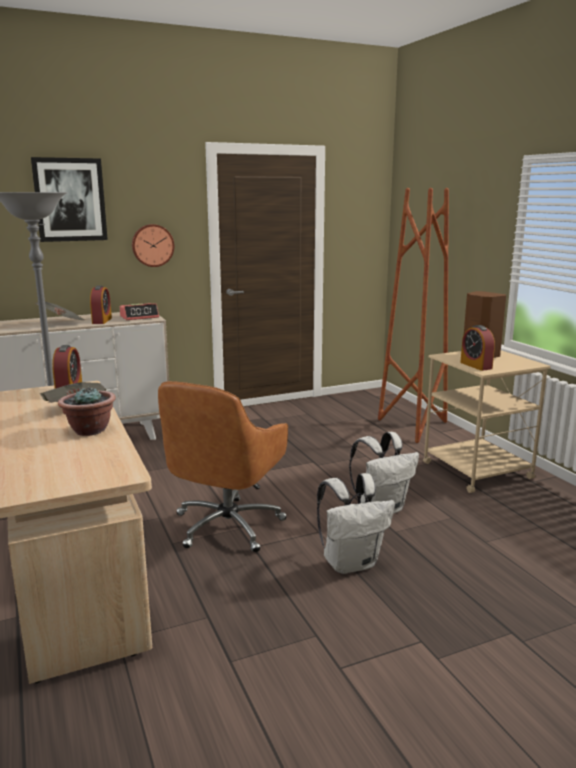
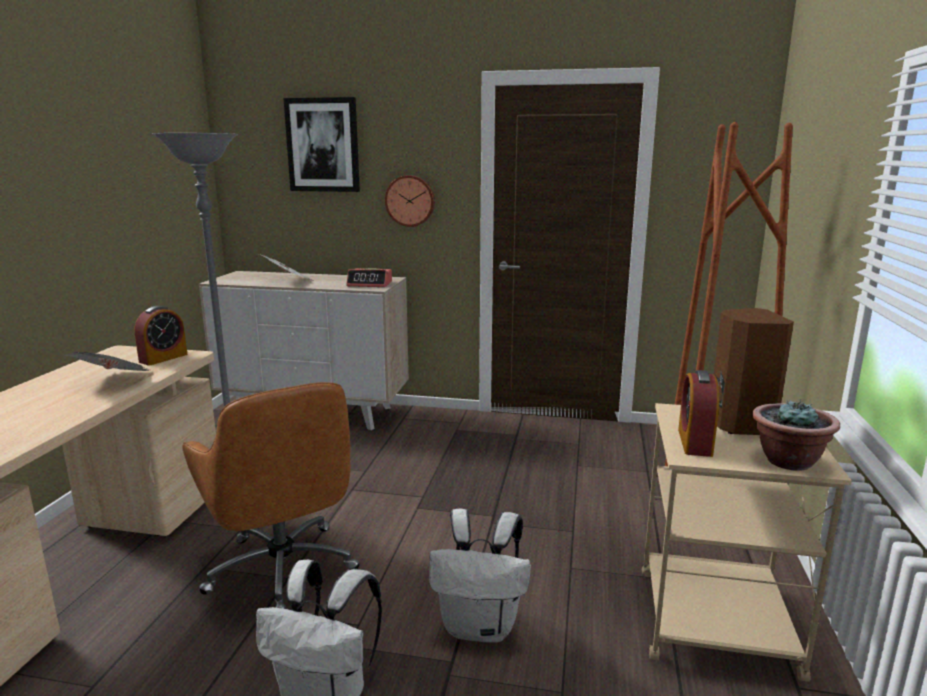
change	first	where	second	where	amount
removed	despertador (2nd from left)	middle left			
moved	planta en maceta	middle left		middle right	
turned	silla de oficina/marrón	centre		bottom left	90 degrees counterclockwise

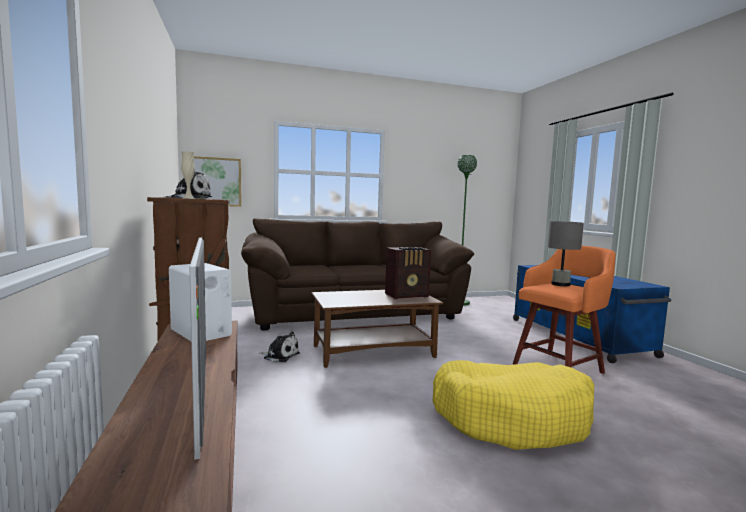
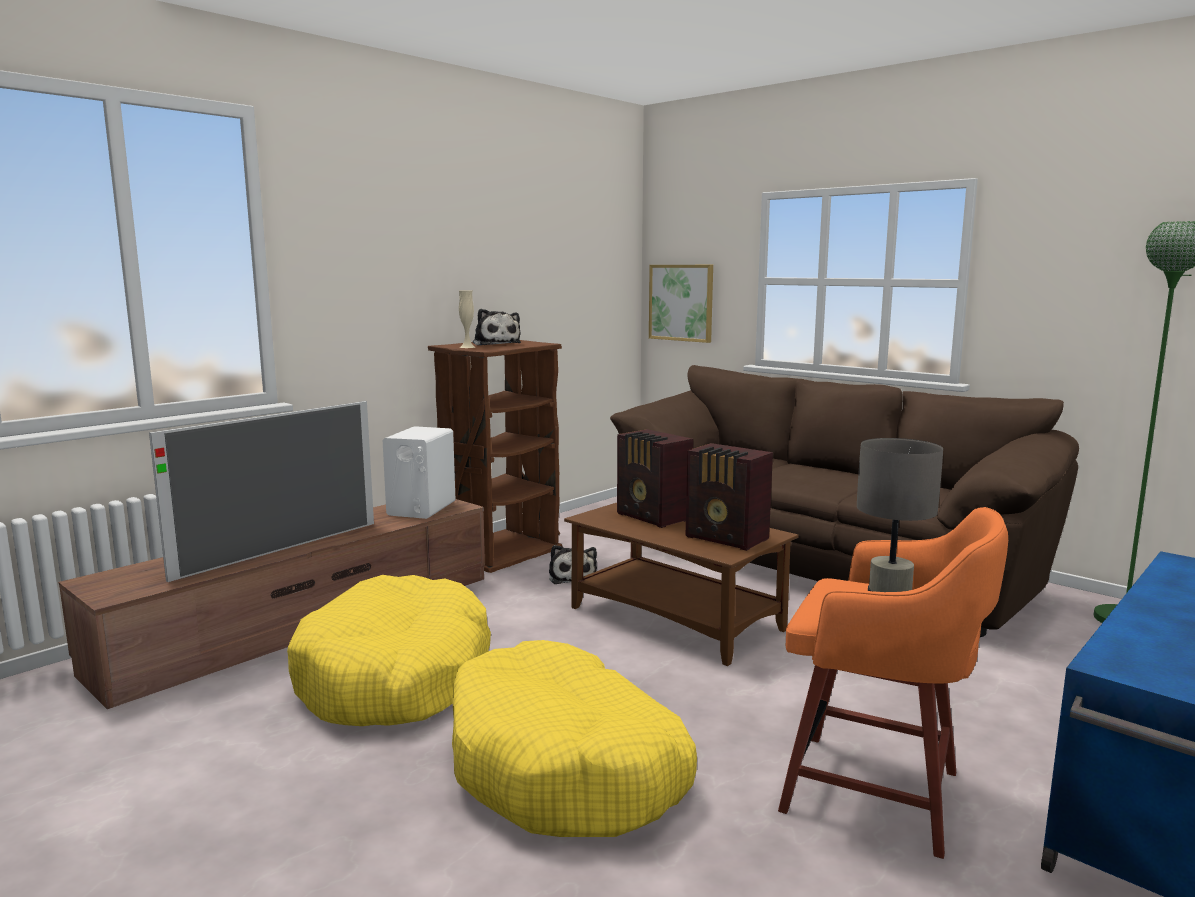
change	first	where	second	where	amount
added			cama para perro/amarillo (1st from left)	bottom left	
added			radio (1st from left)	centre	

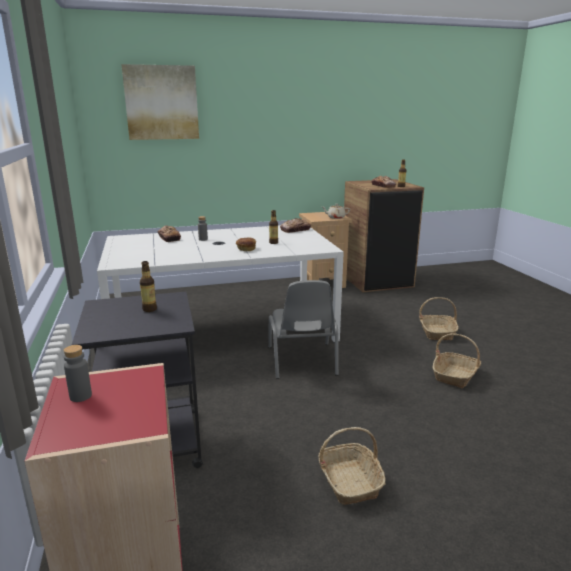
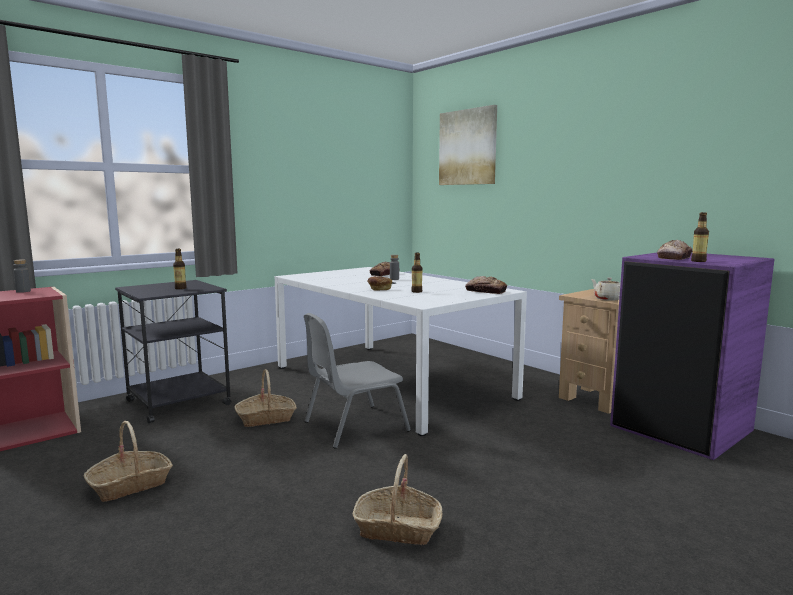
change	first	where	second	where	amount
moved	cesta (2nd from left)	middle right		bottom centre	
recoloured	armario/marrón	middle right	armario/morado	middle right	

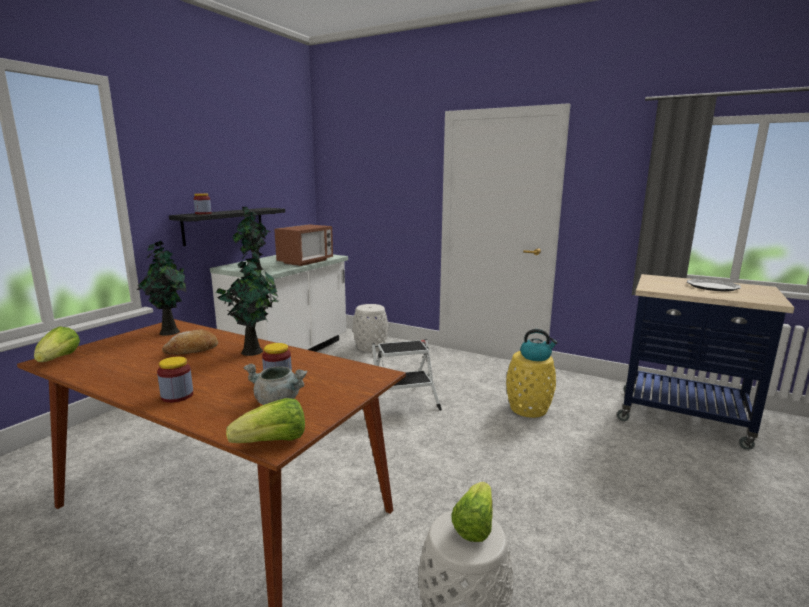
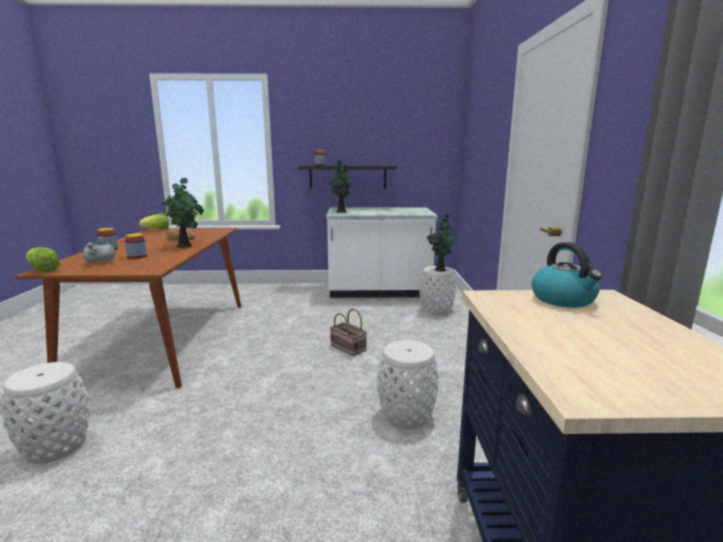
change	first	where	second	where	amount
removed	microondas	centre			
removed	lechuga (3rd from left)	bottom centre			
removed	plato	middle right			
moved	planta en maceta (1st from left in the first image)	middle left	planta en maceta (3rd from left)	centre	
moved	hervidor	centre		middle right	
replaced	escalera de tijera	centre	cesta	centre	
recoloured	taburete/amarillo	centre	taburete/blanco (2nd from left)	bottom centre	

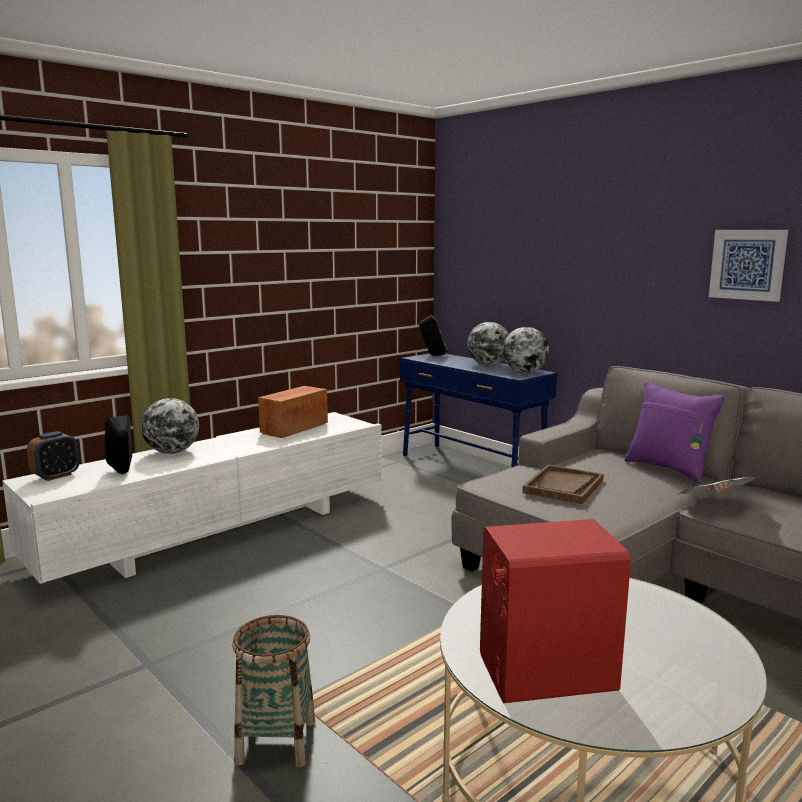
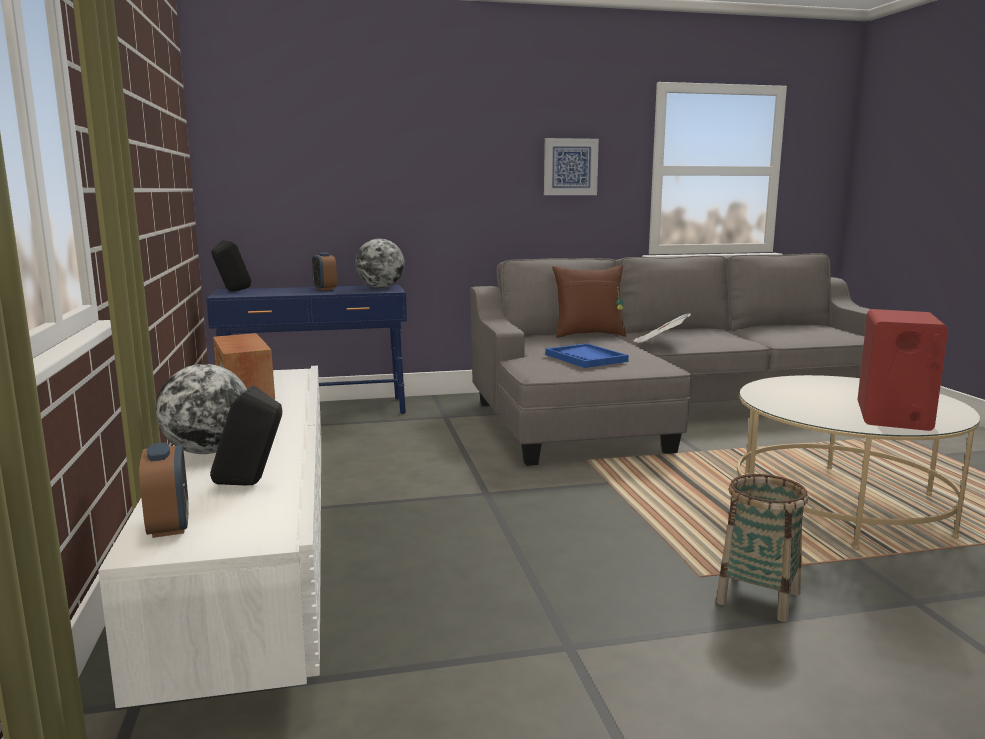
change	first	where	second	where	amount
replaced	globo terráqueo (2nd from left)	centre	despertador (2nd from left)	middle left	
recoloured	bandeja/marrón	middle right	bandeja/azul	centre	
recoloured	cojín/morado	middle right	cojín/marrón	centre	

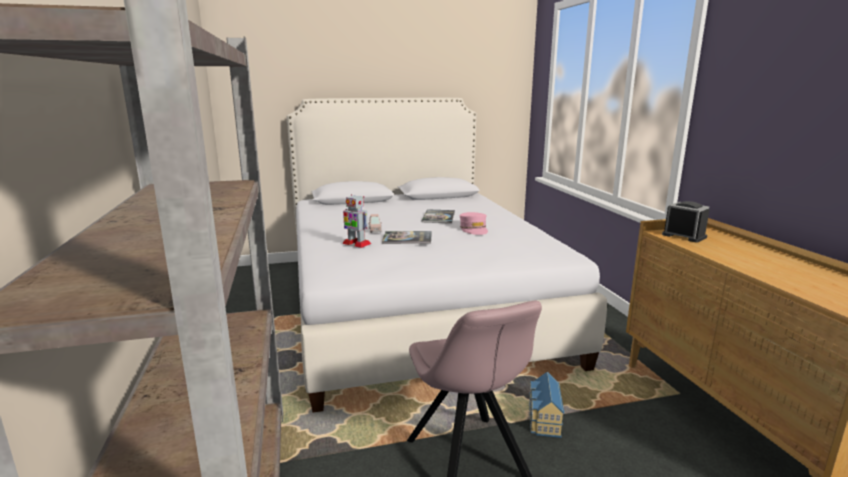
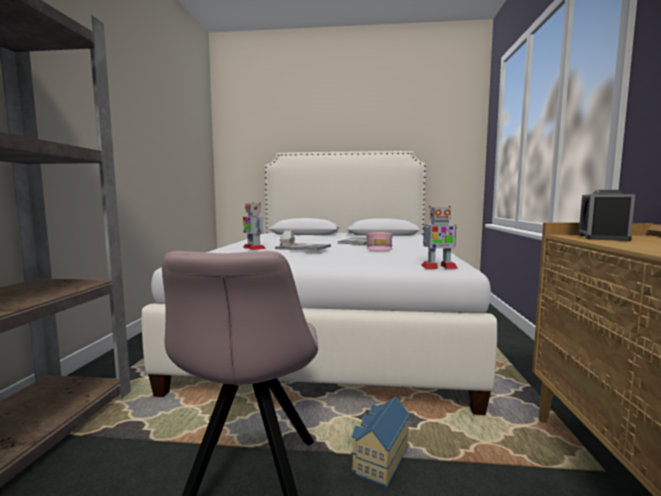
change	first	where	second	where	amount
added			robot de juguete (2nd from left)	centre	
turned	despertador	middle right		middle right	135 degrees counterclockwise

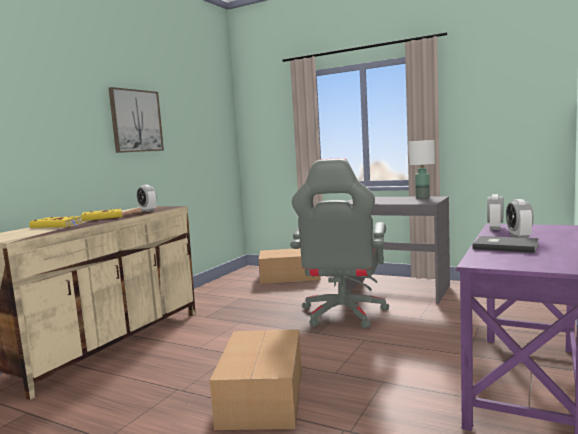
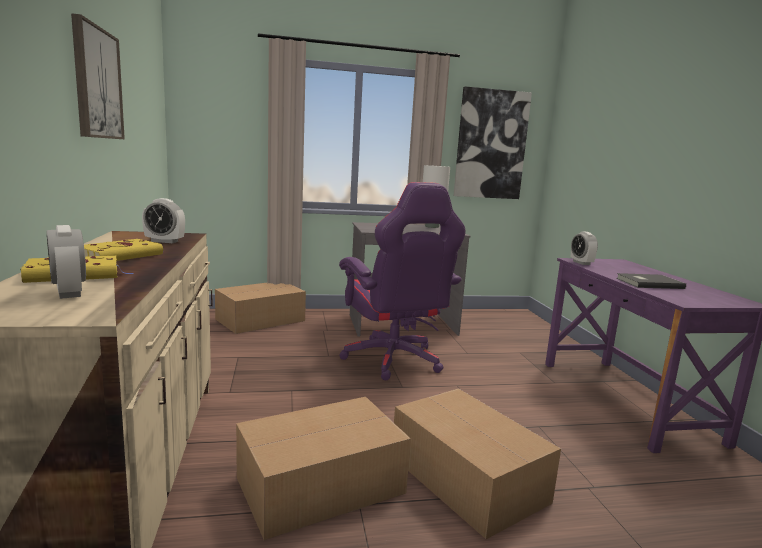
change	first	where	second	where	amount
added			caja de cartón (2nd from left)	bottom centre	
added			cuadro (2nd from left)	top centre	
moved	despertador (3rd from left in the first image)	middle right	despertador (1st from left)	middle left	
recoloured	silla de oficina/gris	centre	silla de oficina/morado	centre	

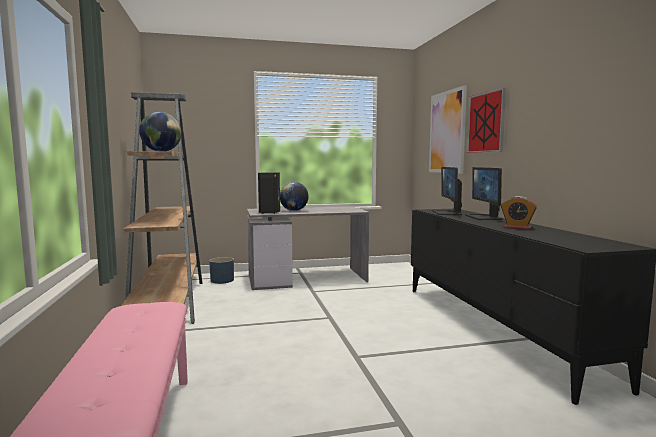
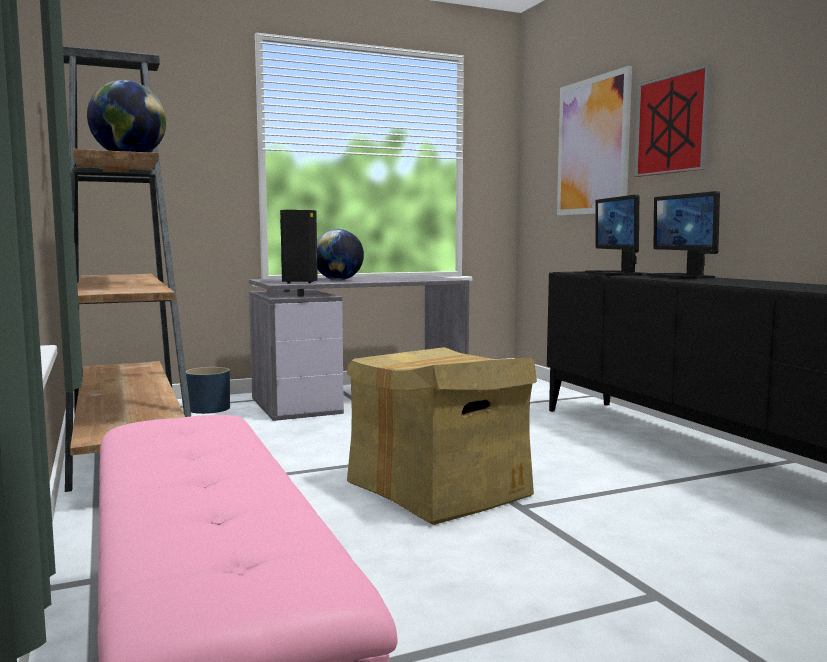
change	first	where	second	where	amount
removed	despertador	middle right			
added			caja de cartón	centre	

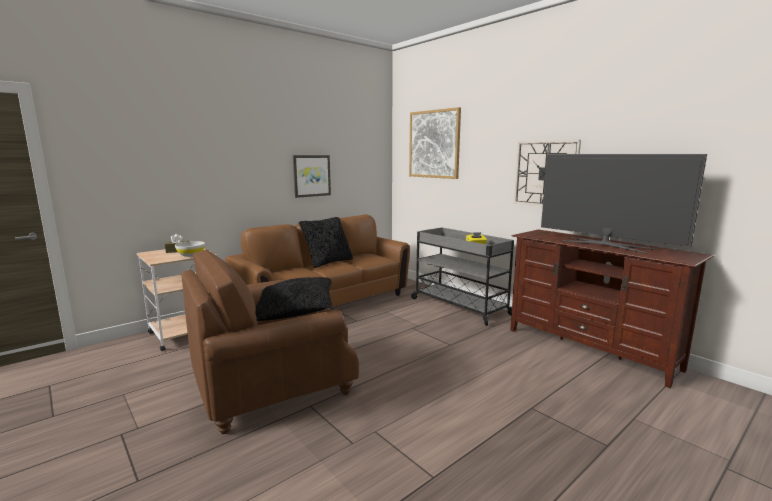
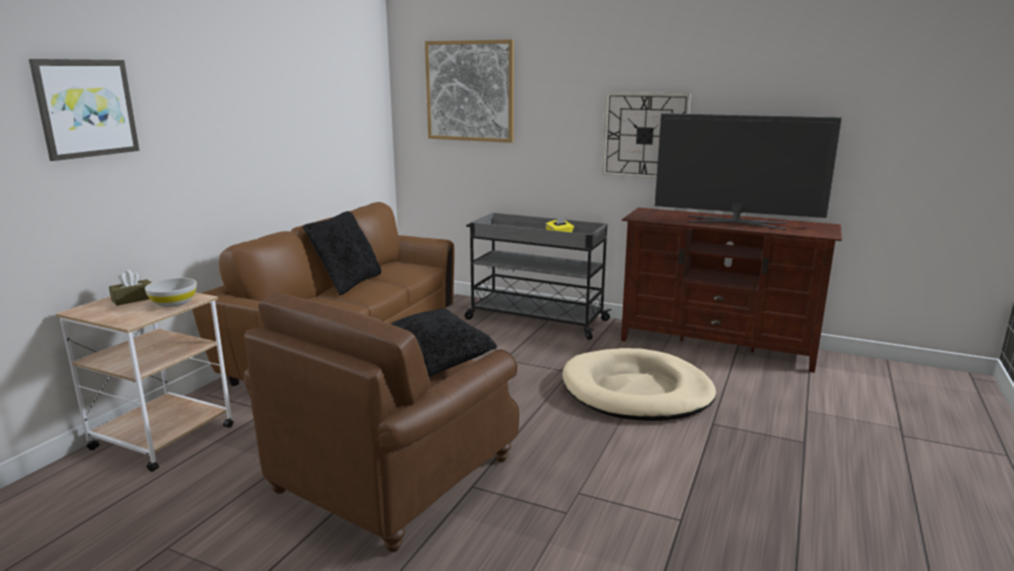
change	first	where	second	where	amount
added			cama para perro/beis	bottom centre	
moved	cuadro (1st from left)	centre		top left	

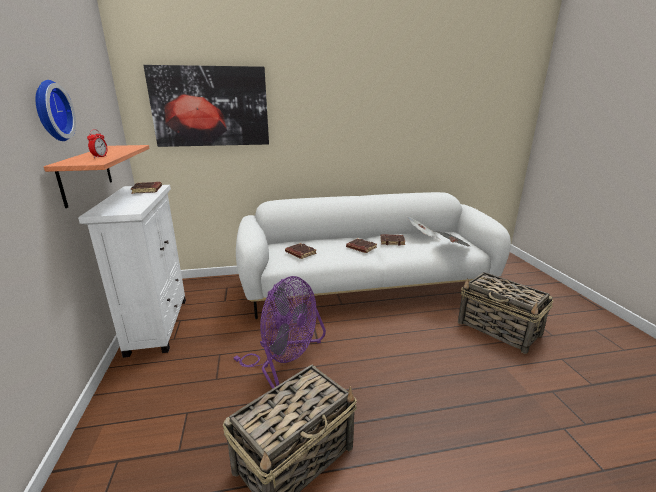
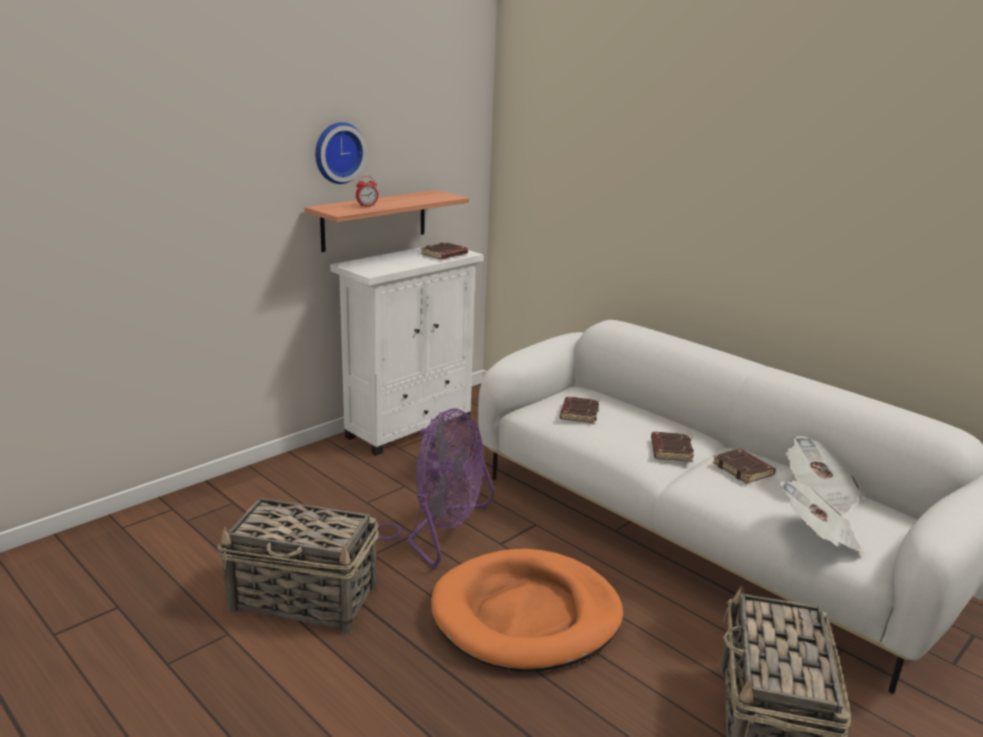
change	first	where	second	where	amount
removed	cuadro	top left			
added			cama para perro/naranja	bottom centre	
turned	ventilador/morado	bottom centre		centre	60 degrees counterclockwise

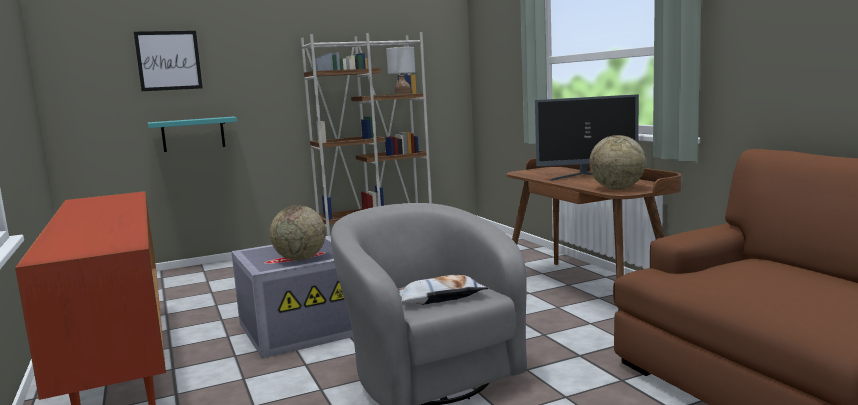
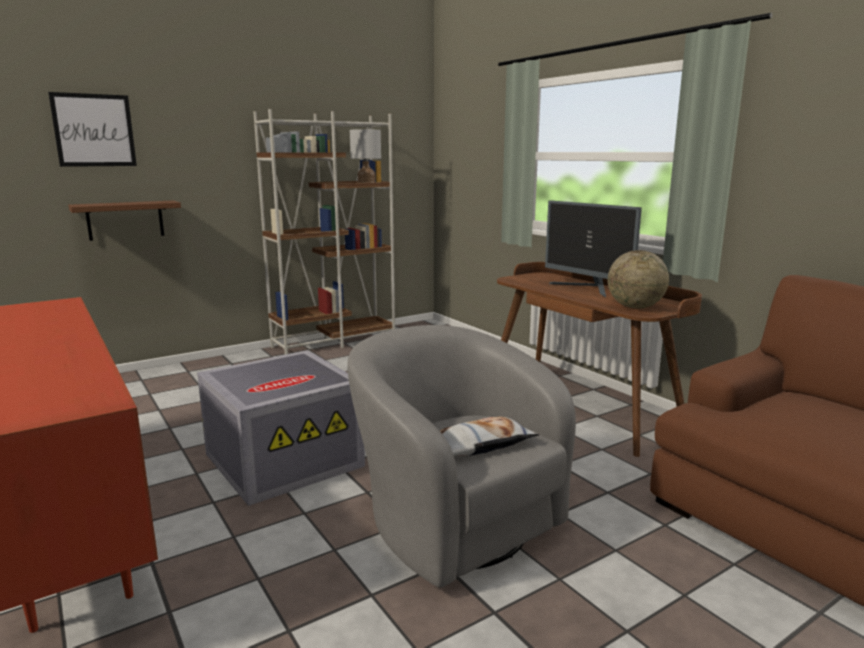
change	first	where	second	where	amount
removed	globo terráqueo (1st from left)	centre			
recoloured	estante/turquesa	top left	estante/marrón	middle left	
turned	monitor	middle right		middle right	60 degrees clockwise

